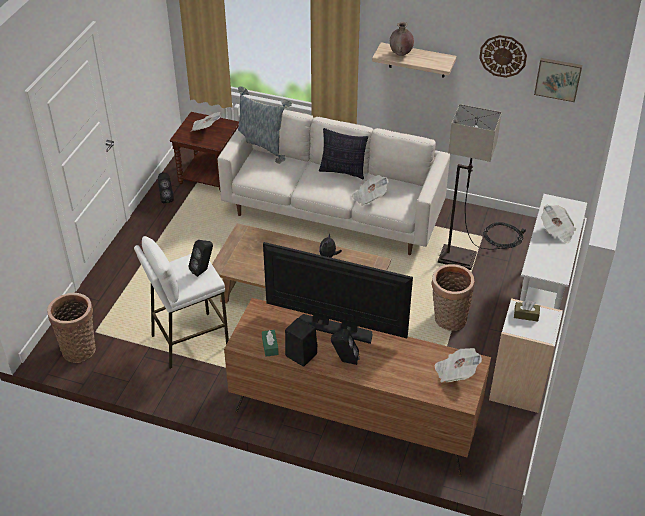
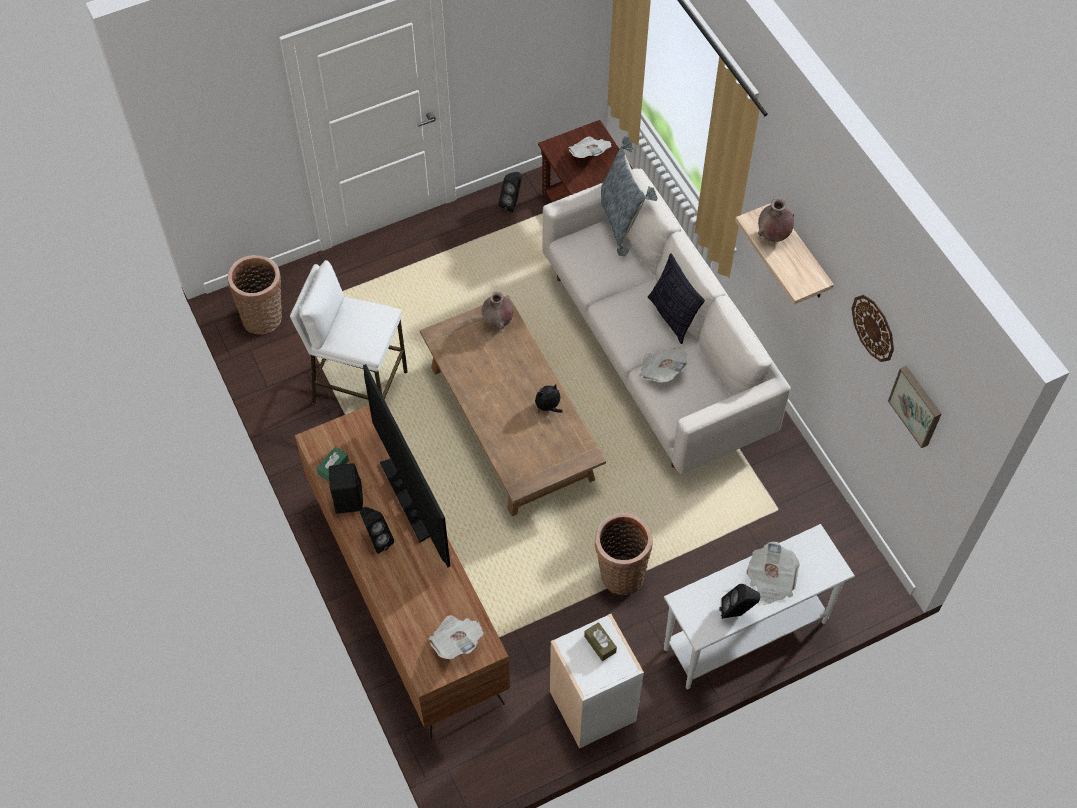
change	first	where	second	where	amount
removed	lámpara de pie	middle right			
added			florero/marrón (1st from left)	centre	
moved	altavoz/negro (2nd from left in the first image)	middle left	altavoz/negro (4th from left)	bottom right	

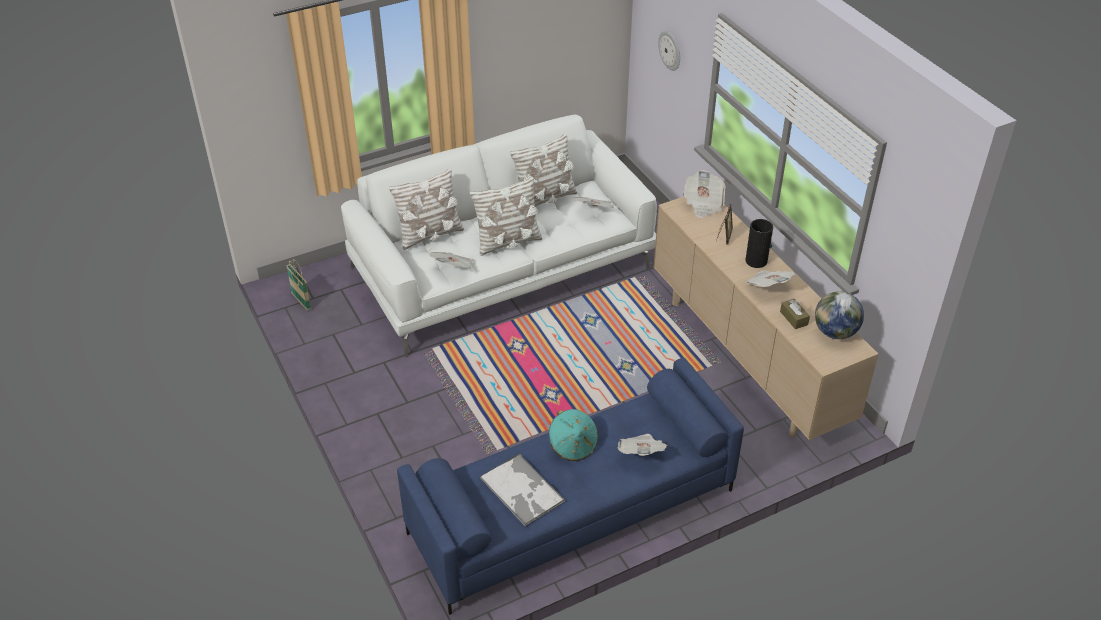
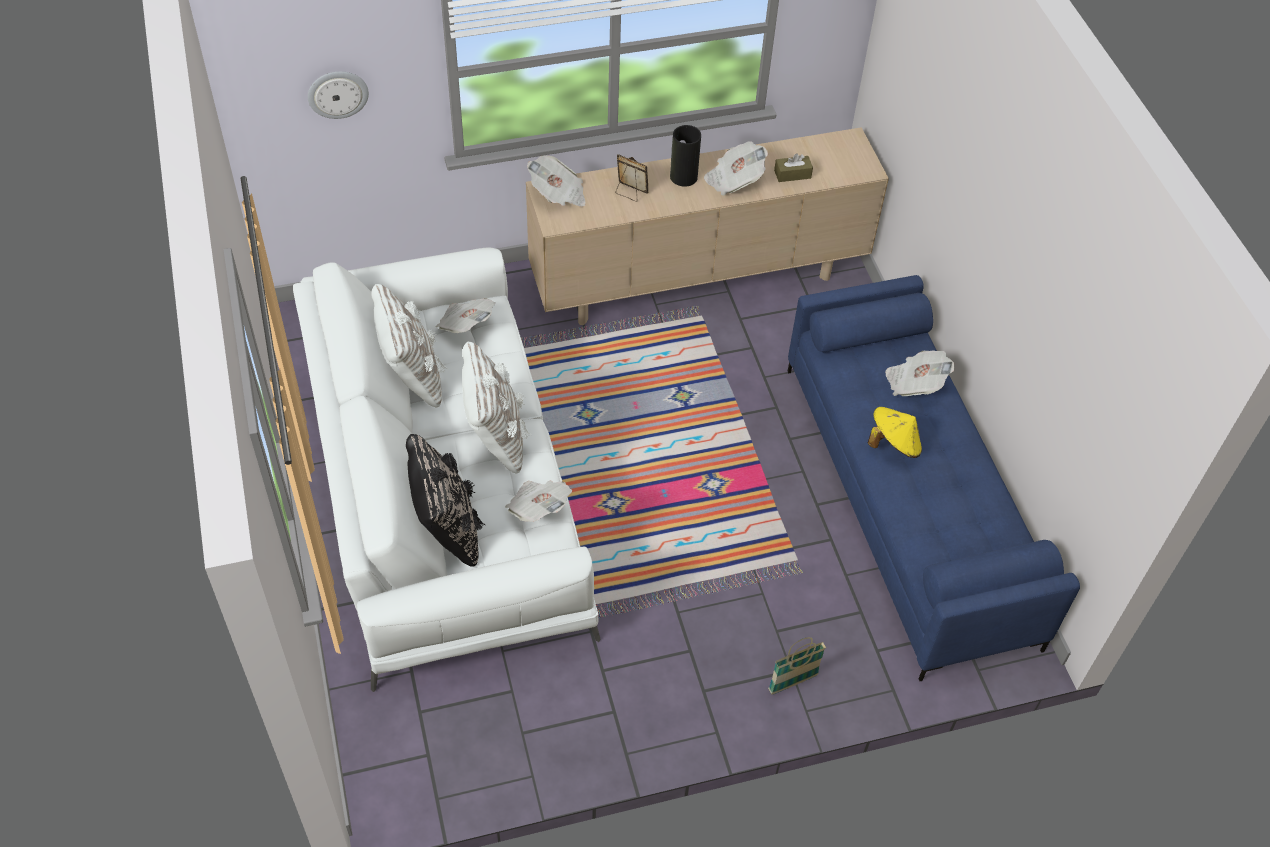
change	first	where	second	where	amount
removed	bandeja	bottom centre			
removed	globo terráqueo	middle right			
moved	cesta	middle left		bottom centre	
recoloured	cojín/blanco (1st from left)	centre	cojín/negro	centre	
recoloured	sombrero/turquesa	bottom centre	sombrero/amarillo	middle right	

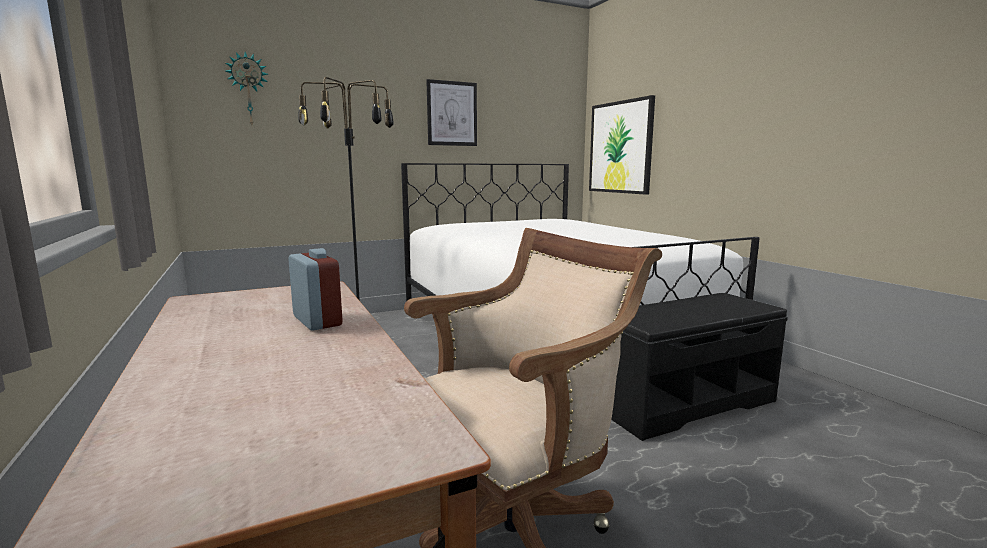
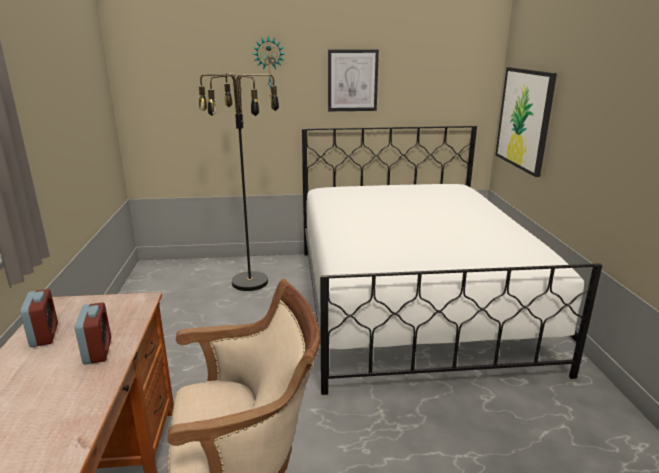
change	first	where	second	where	amount
removed	banco/negro	bottom right			
added			despertador (1st from left)	bottom left	
moved	reloj de pared	top left		top centre	

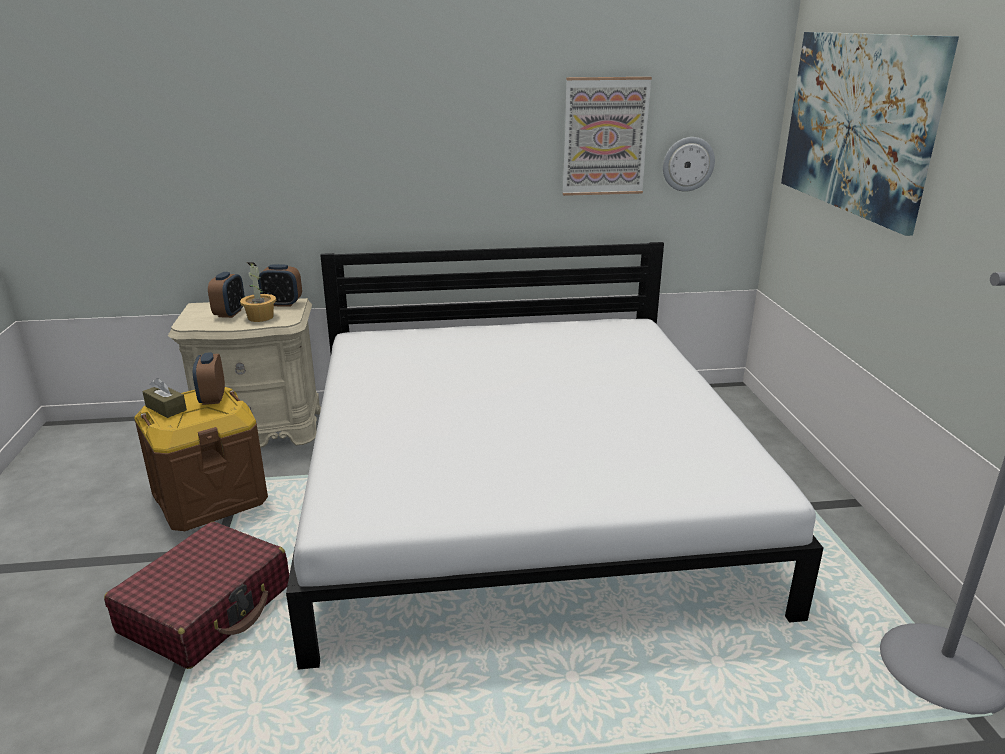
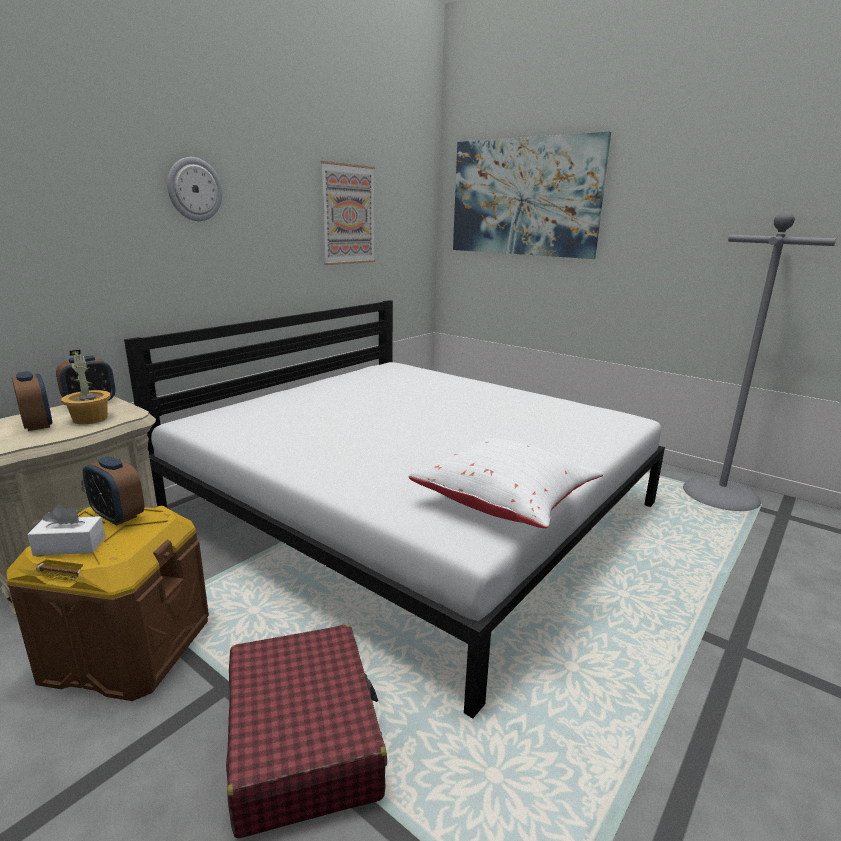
change	first	where	second	where	amount
added			cojín/blanco	centre	
moved	reloj de pared	top right		top left	
recoloured	caja de pañuelos/marrón	middle left	caja de pañuelos/blanco	middle left	

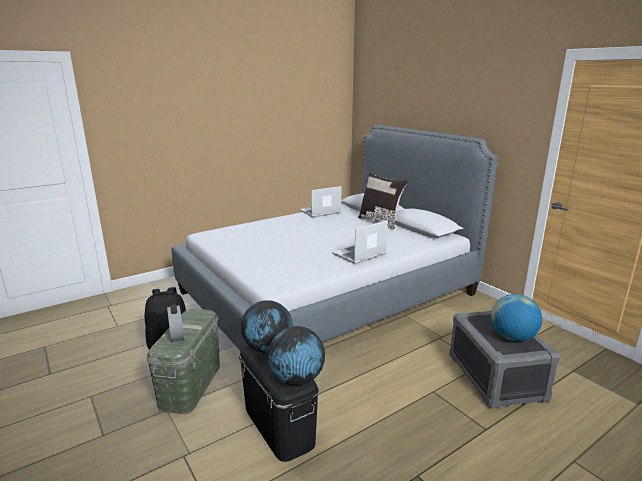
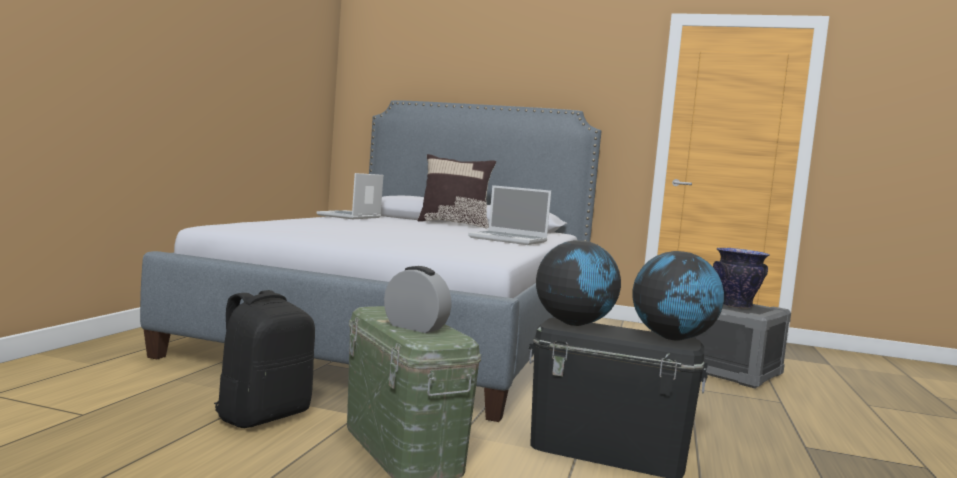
change	first	where	second	where	amount
replaced	globo terráqueo (3rd from left)	middle right	florero	middle right	
turned	portátil (2nd from left)	centre		centre	75 degrees counterclockwise

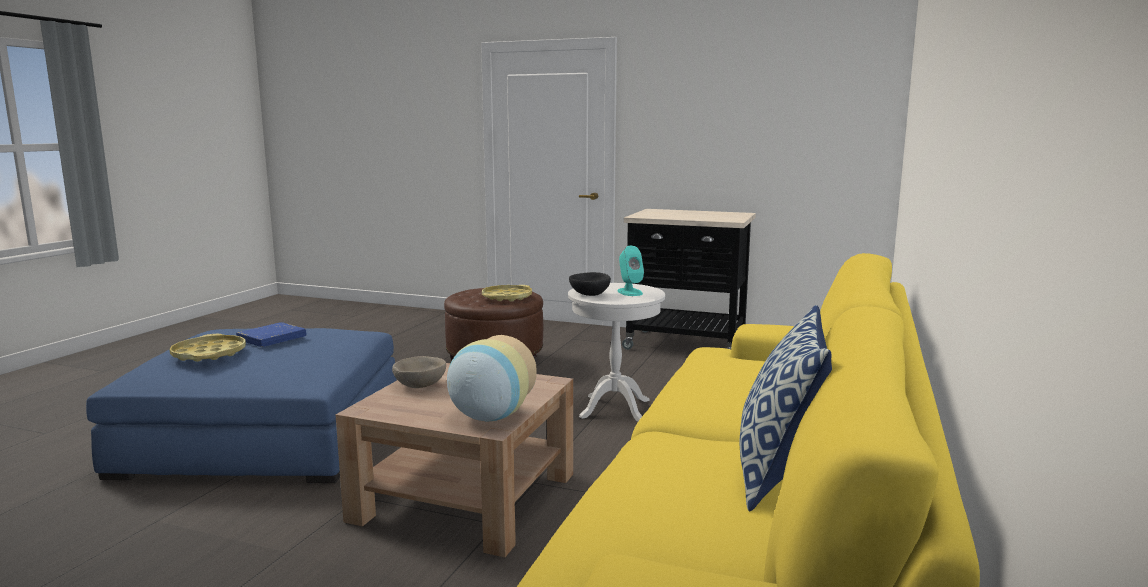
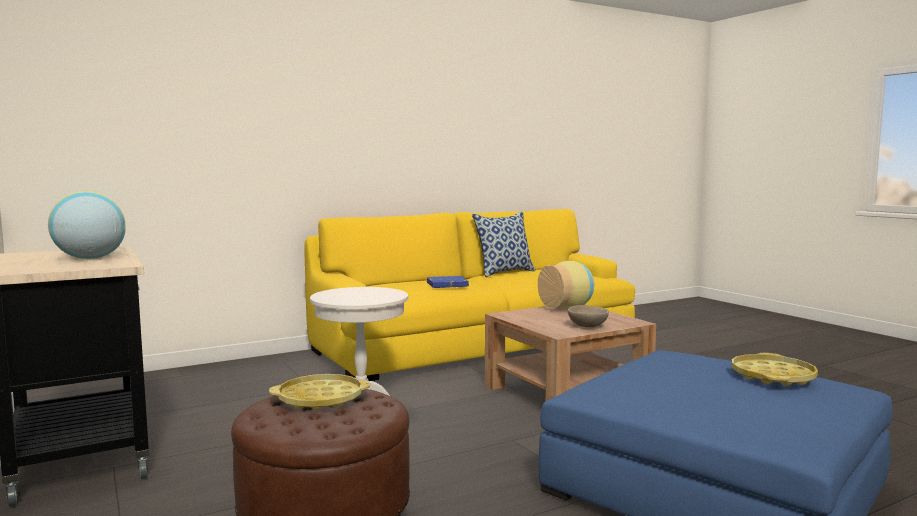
change	first	where	second	where	amount
removed	cuenco/negro	centre			
removed	altavoz/turquesa	centre			
added			florero (1st from left)	middle left	
moved	libro/azul	middle left		centre	

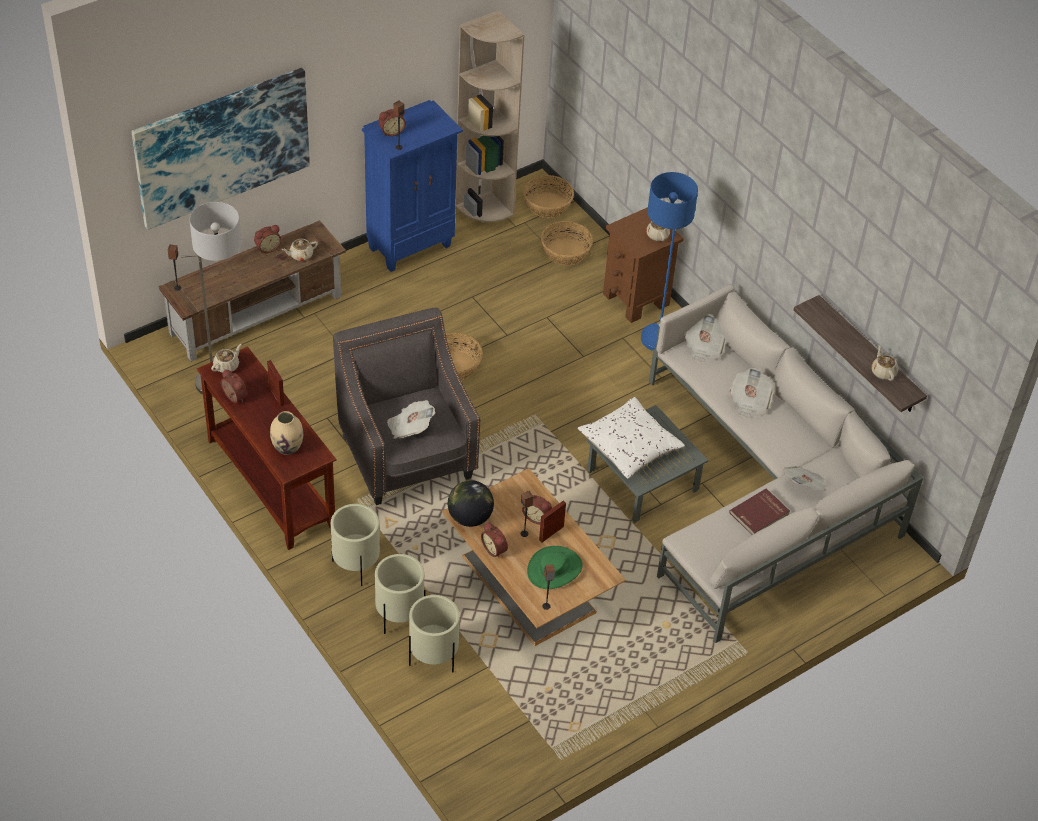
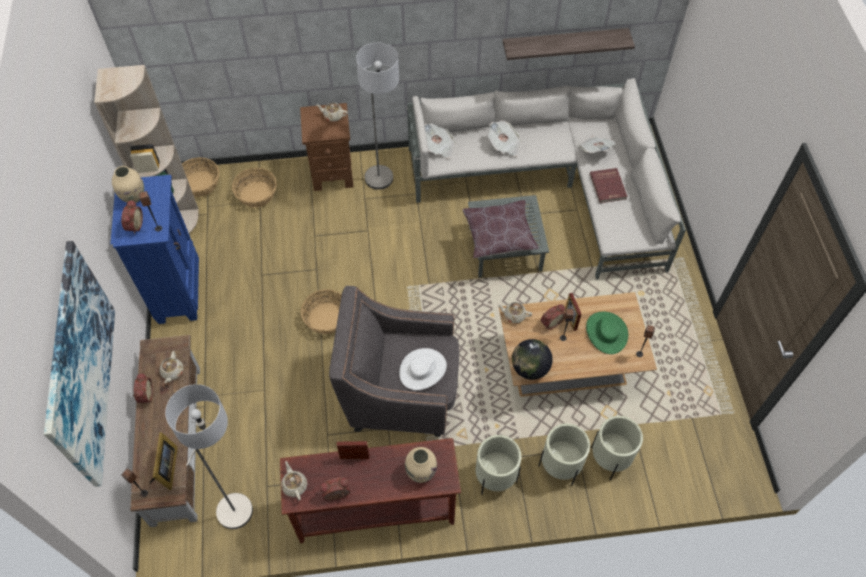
change	first	where	second	where	amount
removed	despertador (4th from left)	centre			
added			florero/beis (1st from left)	top left	
added			portarretratos (1st from left)	bottom left	
moved	tetera/beis (4th from left)	middle right		centre	
replaced	periódico (1st from left)	centre	sombrero/blanco	centre	
recoloured	cojín/blanco	centre	cojín/marrón	centre	
recoloured	lámpara de pie/azul	top centre	lámpara de pie/gris (2nd from left)	top centre	

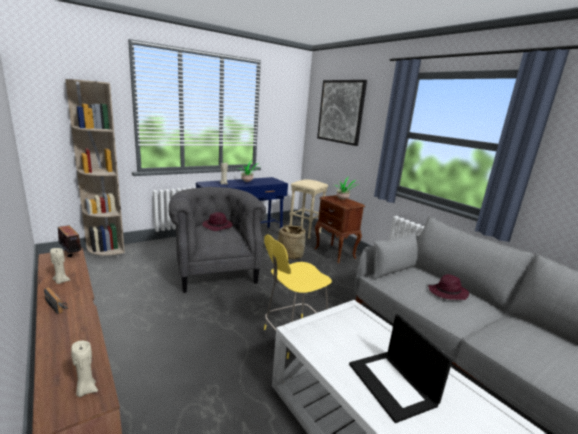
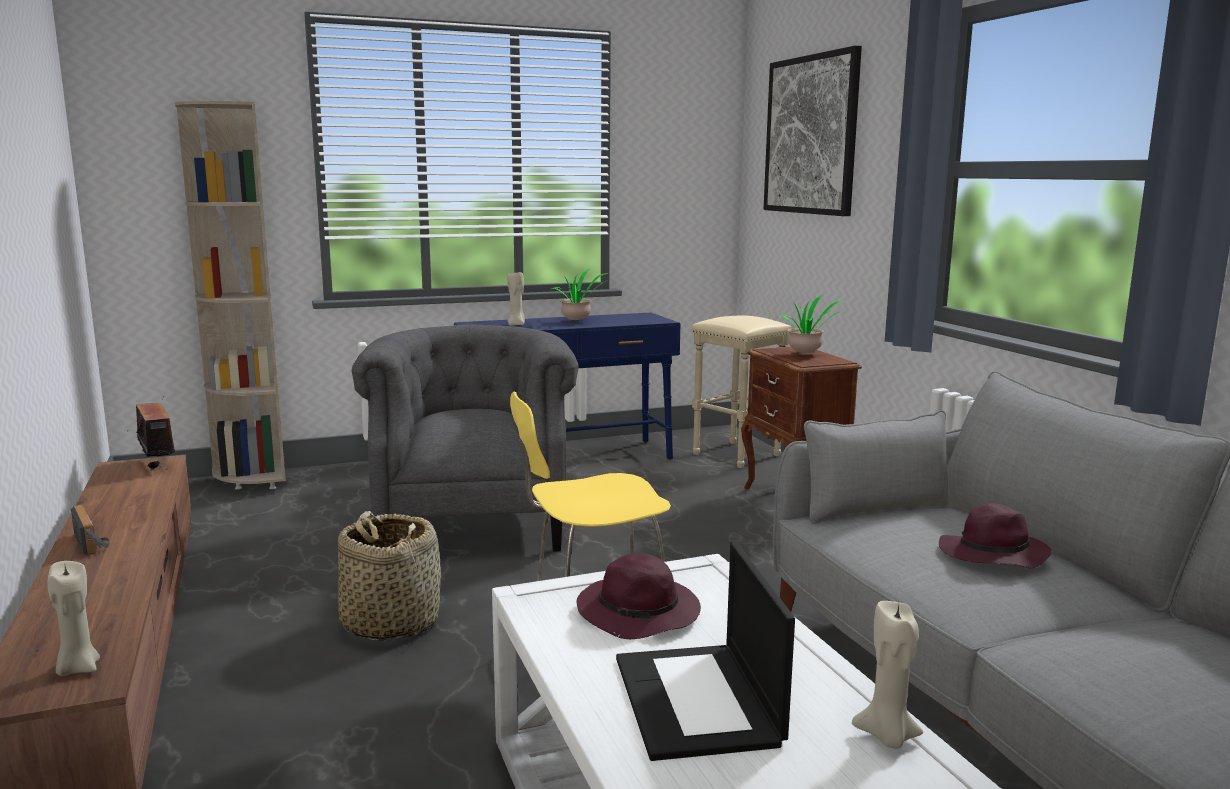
change	first	where	second	where	amount
moved	vela/beis (1st from left in the first image)	middle left	vela/beis (3rd from left)	bottom right	
moved	sombrero/morado (1st from left)	centre		bottom centre	
moved	cesta	centre		bottom left	

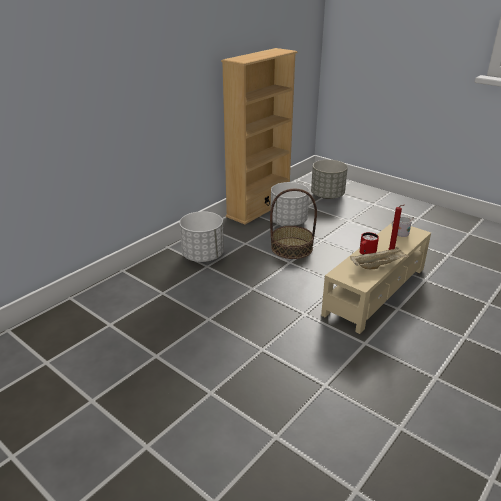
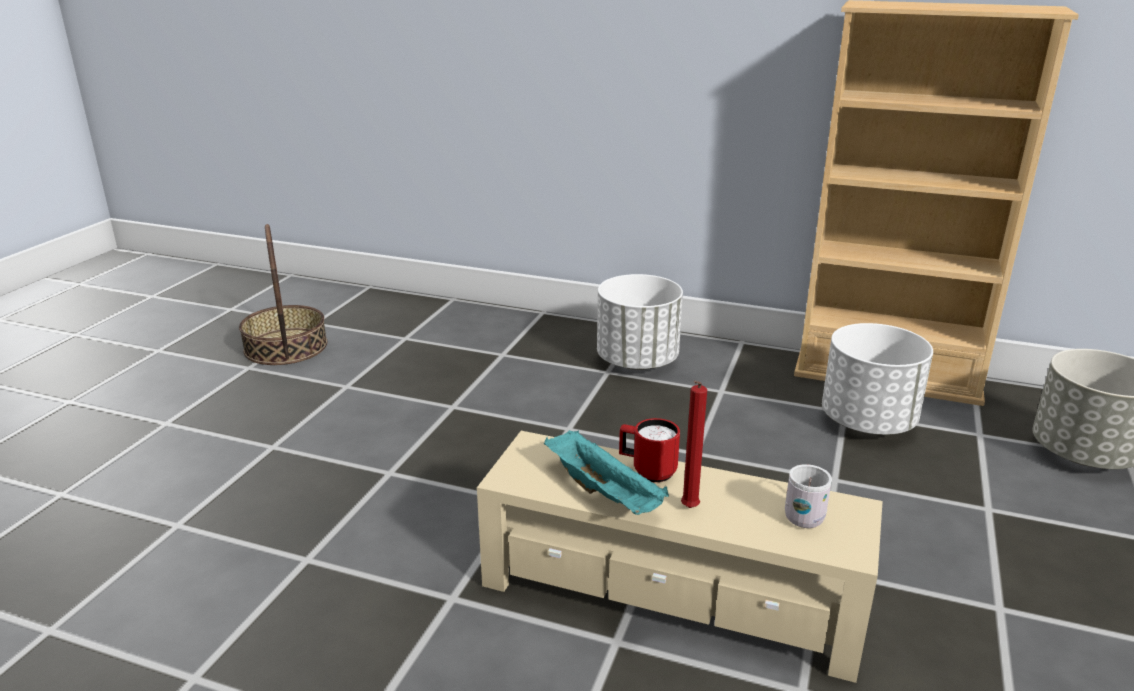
change	first	where	second	where	amount
moved	cesta	centre		middle left	
recoloured	bandeja/beis	middle right	bandeja/turquesa	bottom centre	

